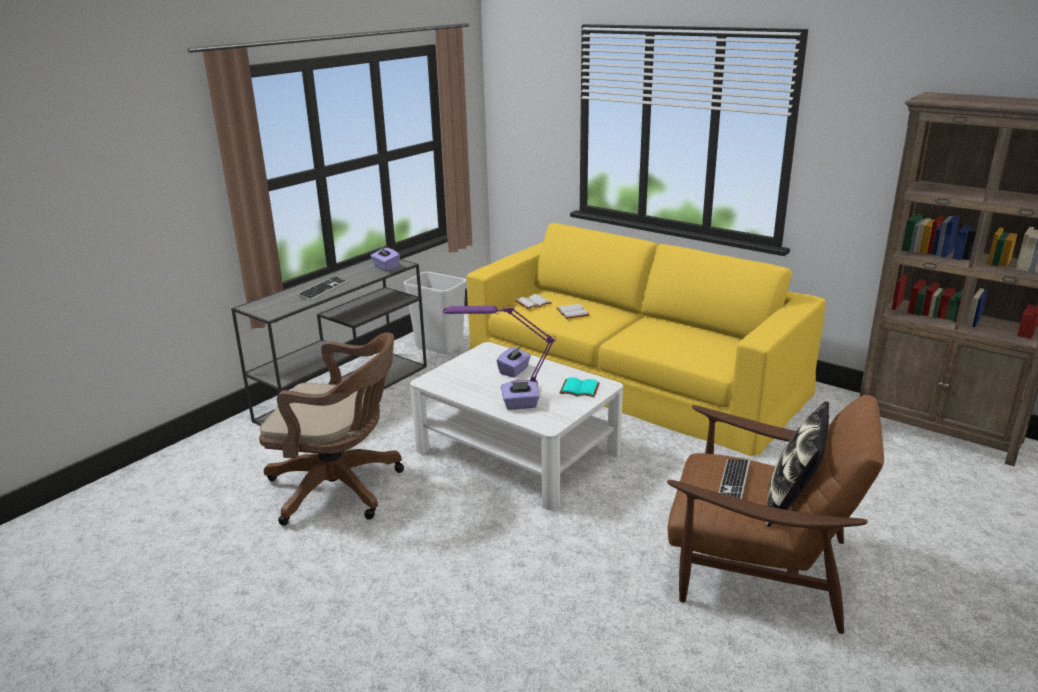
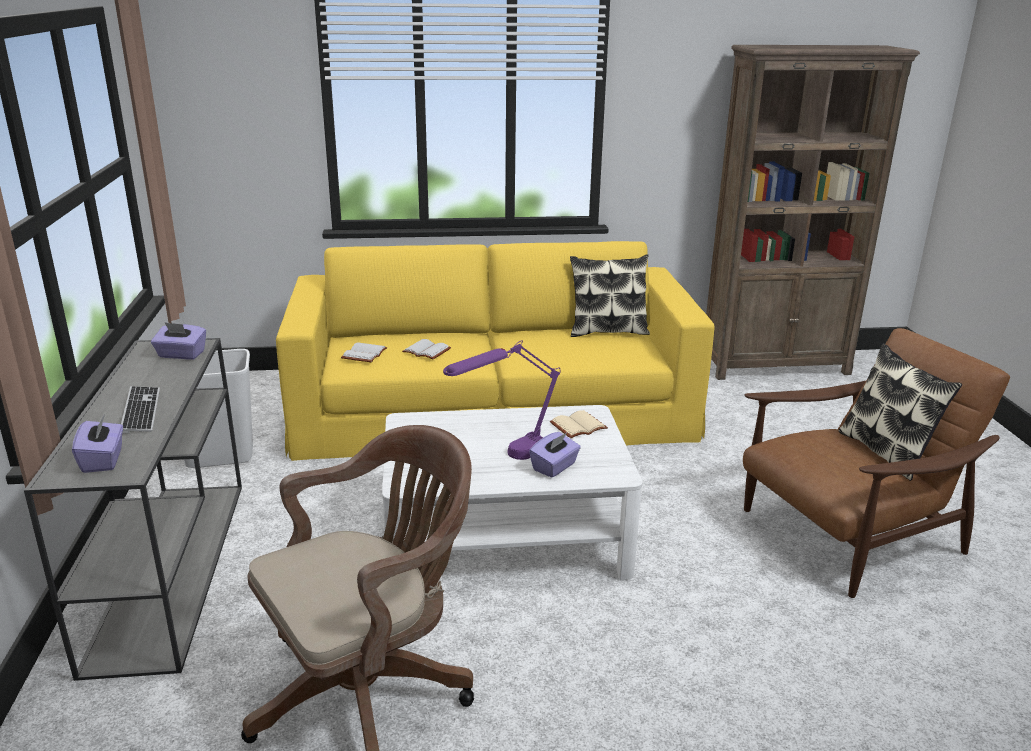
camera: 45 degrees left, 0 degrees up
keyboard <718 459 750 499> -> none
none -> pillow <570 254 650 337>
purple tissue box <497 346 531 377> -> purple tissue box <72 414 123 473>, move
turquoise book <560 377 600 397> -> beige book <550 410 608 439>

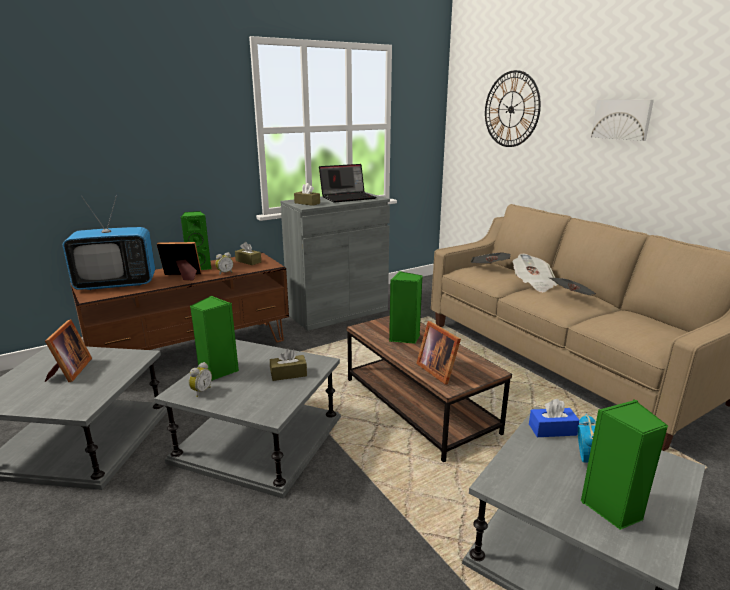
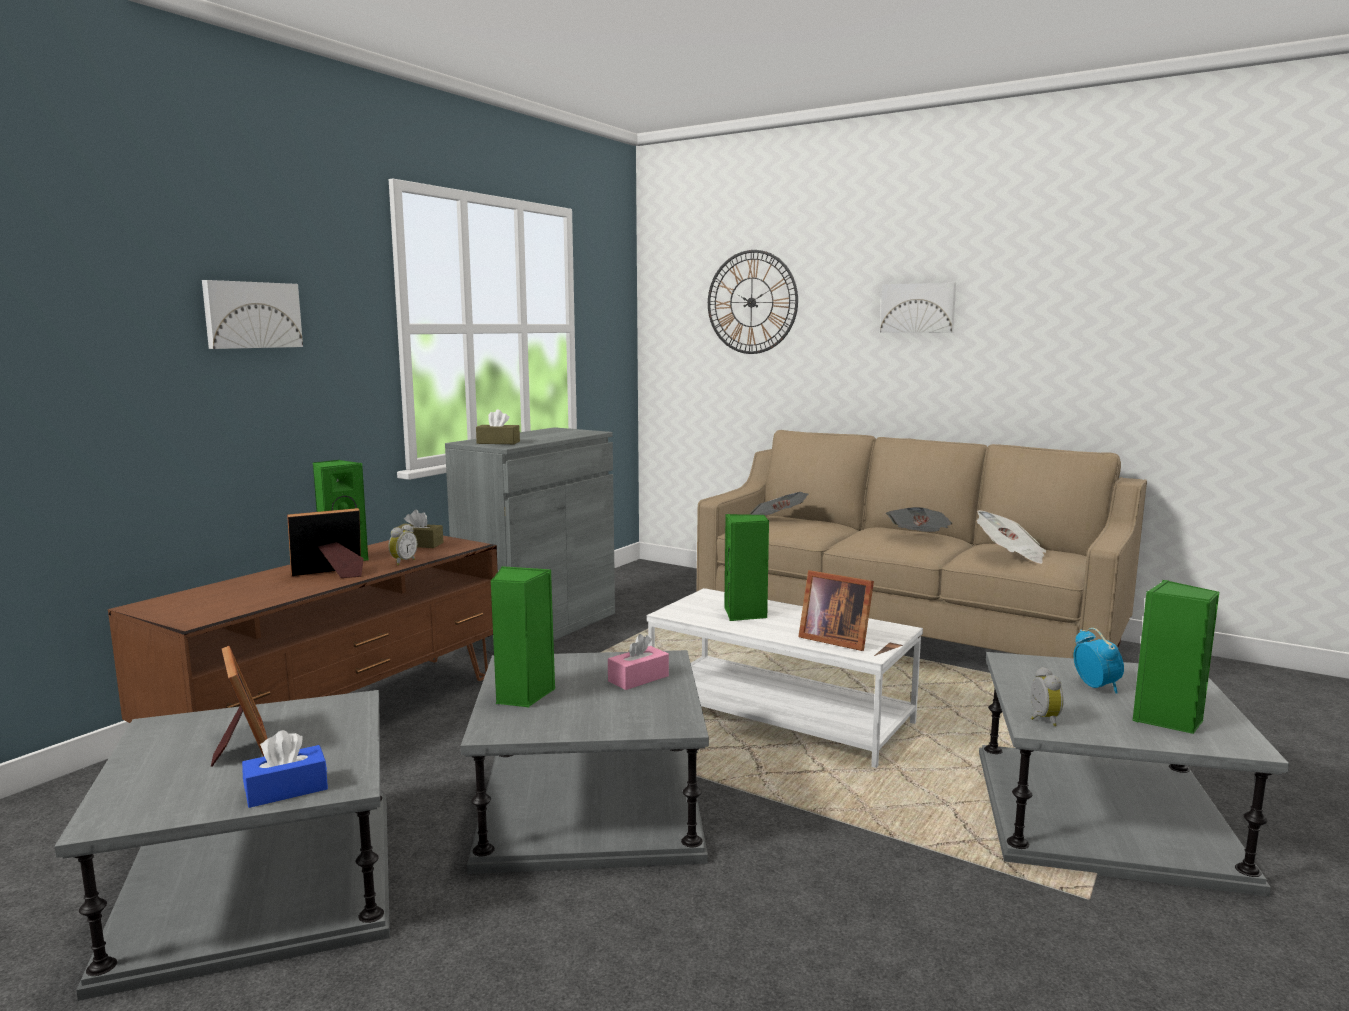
camera: 25 degrees left, 10 degrees down
television <63 194 155 290> -> none
laptop <319 164 376 202> -> none
none -> picture <202 280 303 349>
alarm clock <189 362 212 397> -> alarm clock <1031 667 1064 726>, move
newspaper <513 254 558 293> -> newspaper <977 510 1046 564>, move
blue tissue box <529 399 579 437> -> blue tissue box <242 730 328 808>, move
brown tissue box <270 349 307 381> -> pink tissue box <608 634 669 690>
brown coffee table <347 316 512 462> -> white coffee table <647 588 923 768>

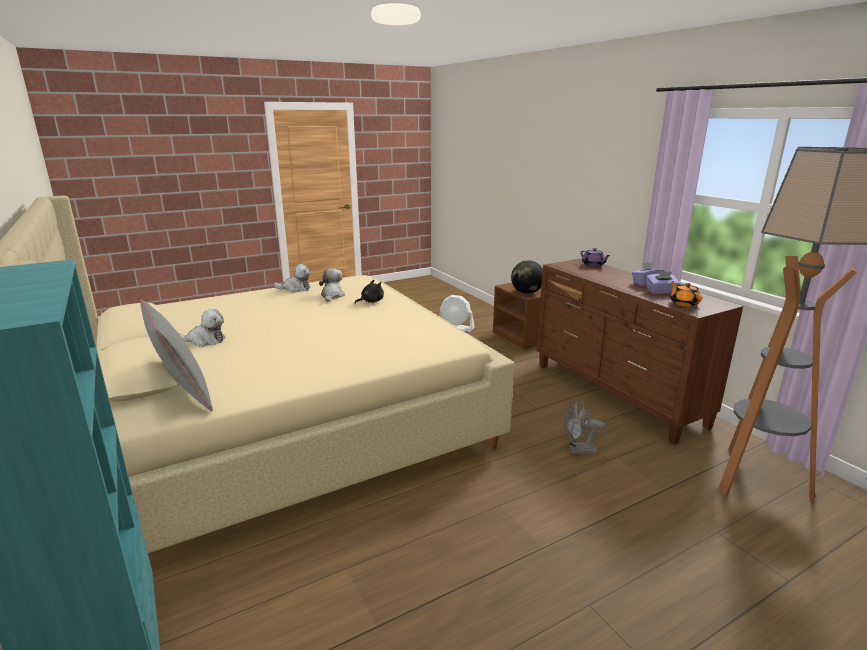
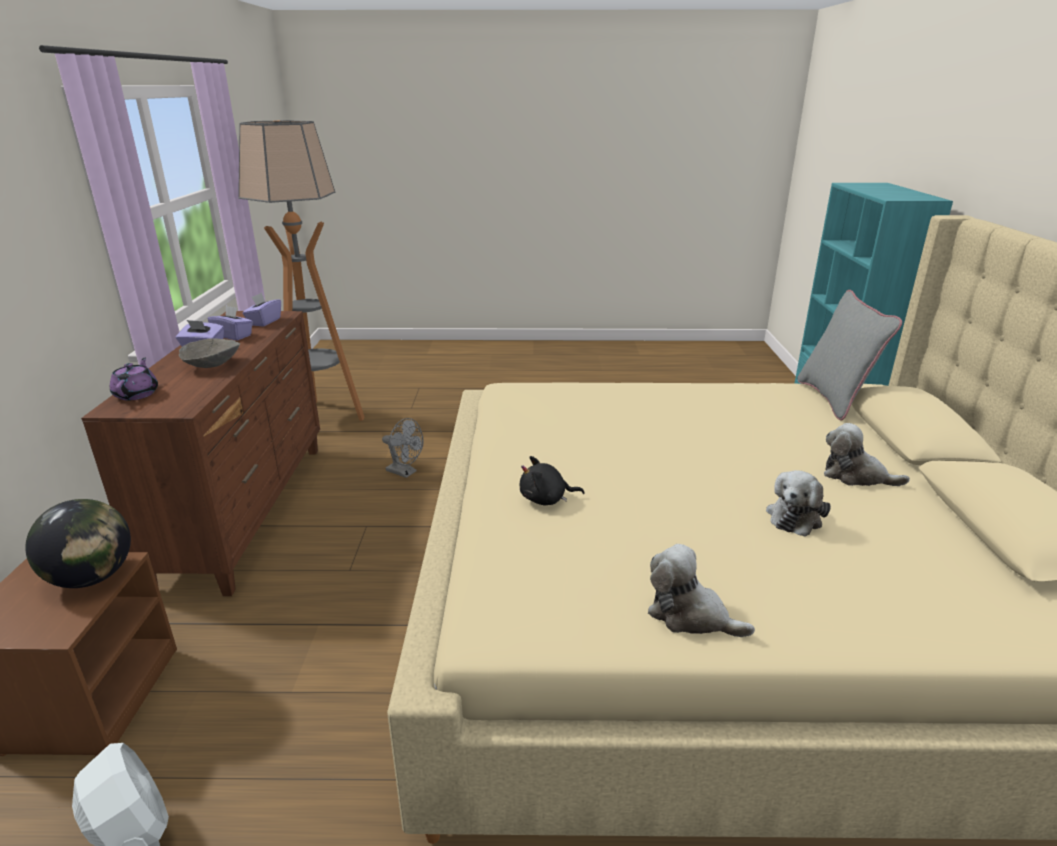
camera: 150 degrees left, 5 degrees up
none -> grey bowl <179 338 240 368>
plush toy <319 268 345 302> -> plush toy <766 470 831 537>, move
orange teapot <670 281 702 307> -> purple tissue box <242 293 281 327>

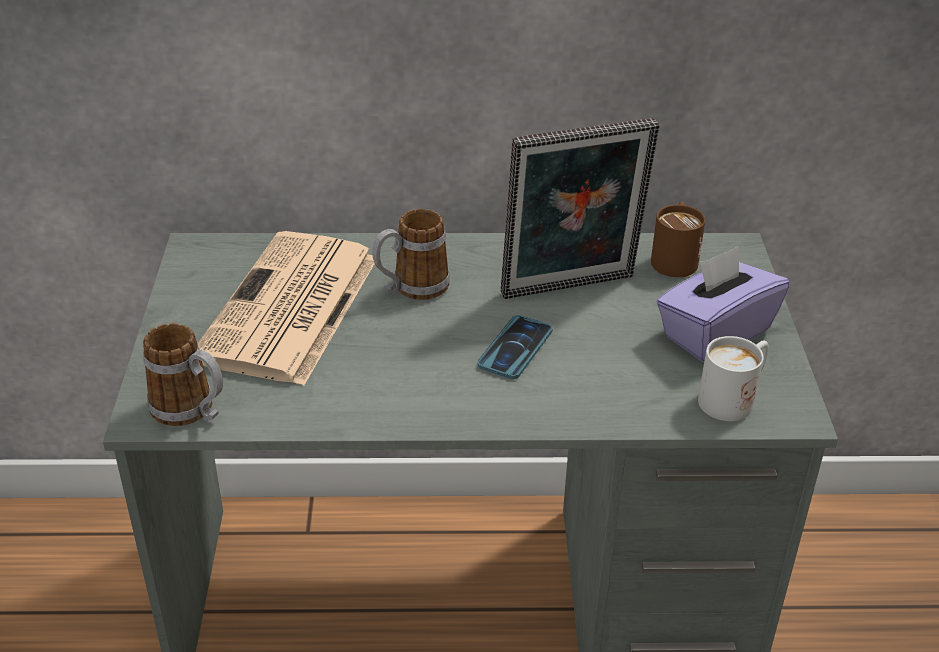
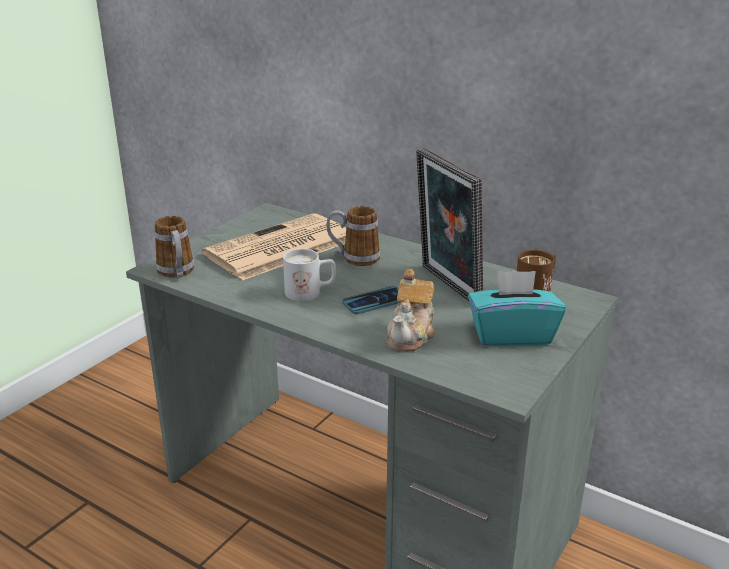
camera: 35 degrees right, 10 degrees down
none -> teapot <387 269 436 352>
white mug <698 336 768 421> -> white mug <283 249 336 301>, move
purple tissue box <656 246 789 363> -> turquoise tissue box <468 271 566 346>
picture frame <501 118 660 299> -> picture frame <416 148 483 301>, 45 degrees clockwise

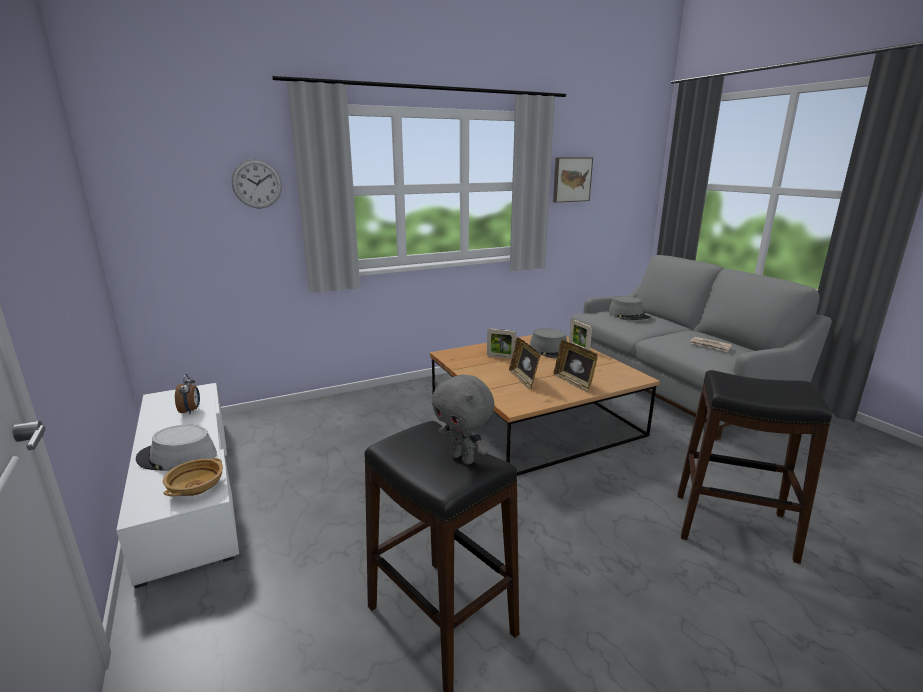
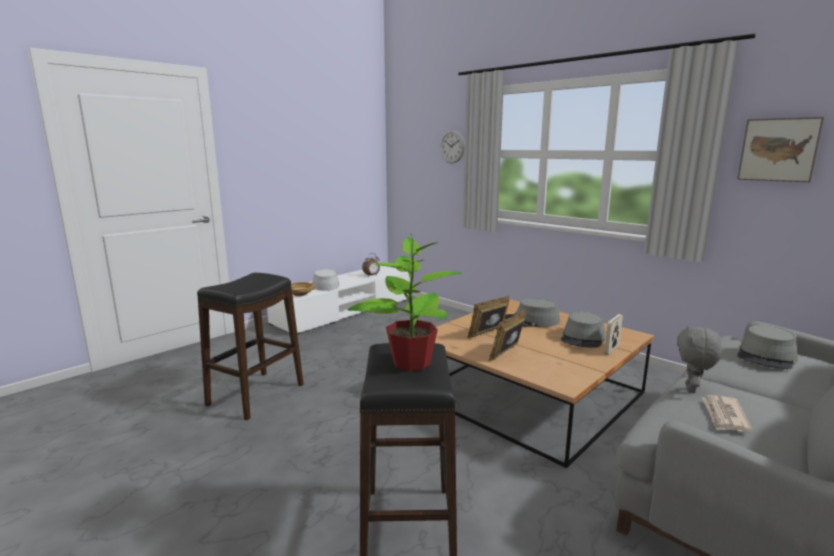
camera: 70 degrees right, 5 degrees down
none -> potted plant <348 234 462 371>
grey plush toy <432 374 495 465> -> grey plush toy <677 325 722 393>, move
picture frame <487 329 516 359> -> grey hat <505 299 560 327>

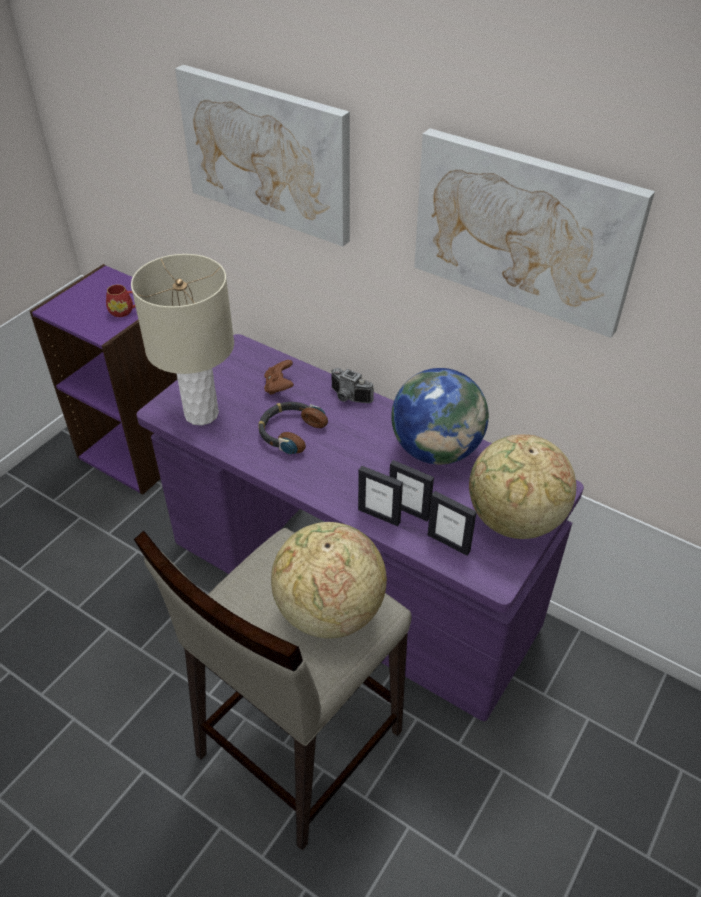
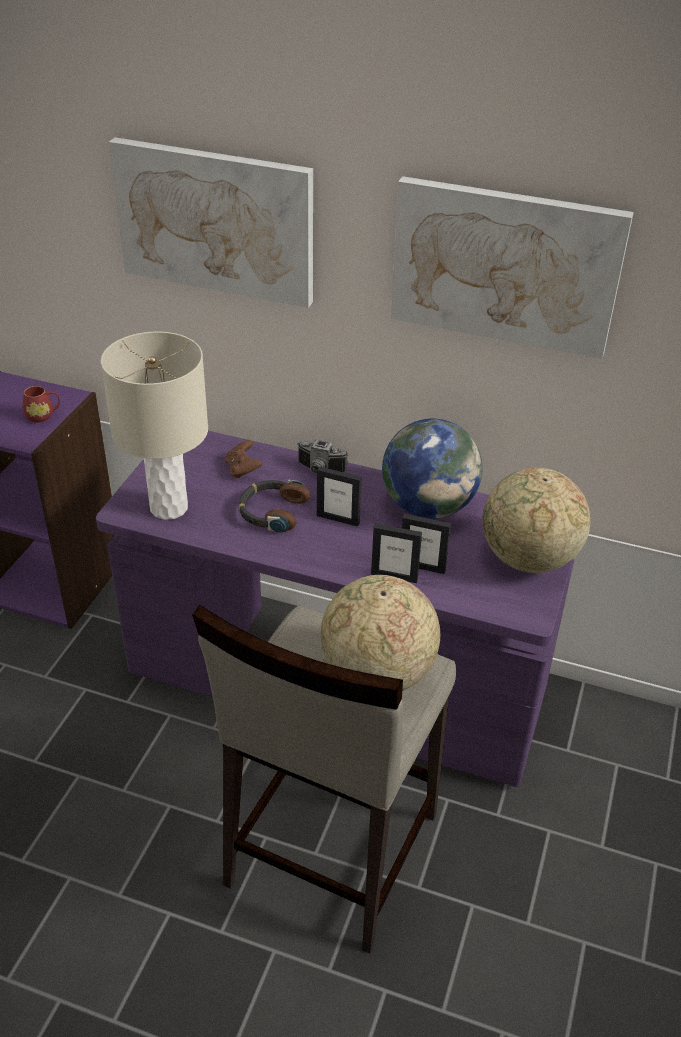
camera: 15 degrees left, 5 degrees down
picture frame <428 491 477 555> -> picture frame <317 466 361 527>, move

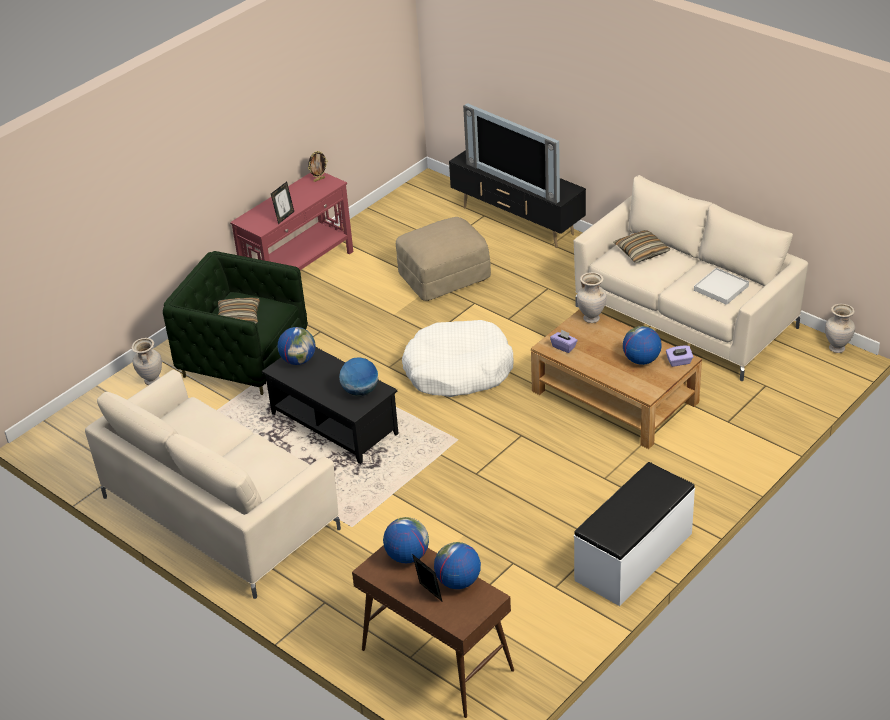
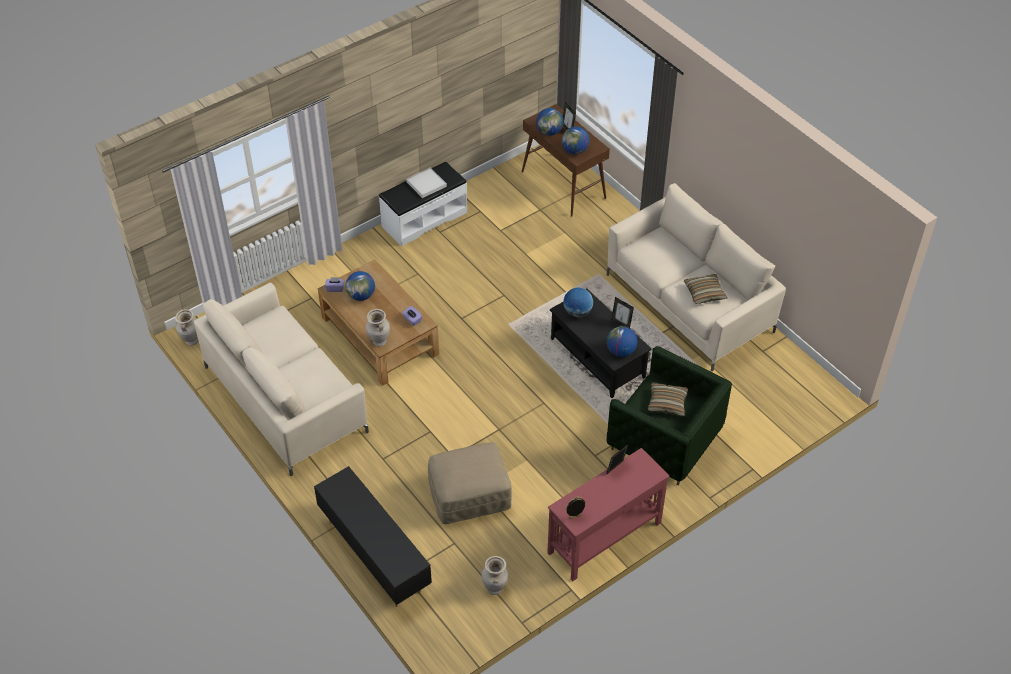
camera: 170 degrees left, 10 degrees up
white dog bed <402 320 514 397> -> none
television <463 103 560 204> -> none
none -> picture frame <611 297 634 328>
beige vase <131 338 162 385> -> beige vase <481 556 508 595>, move
pillow <613 230 670 263> -> pillow <684 274 728 304>, move
white tray <694 268 749 305> -> white tray <406 167 447 198>, move

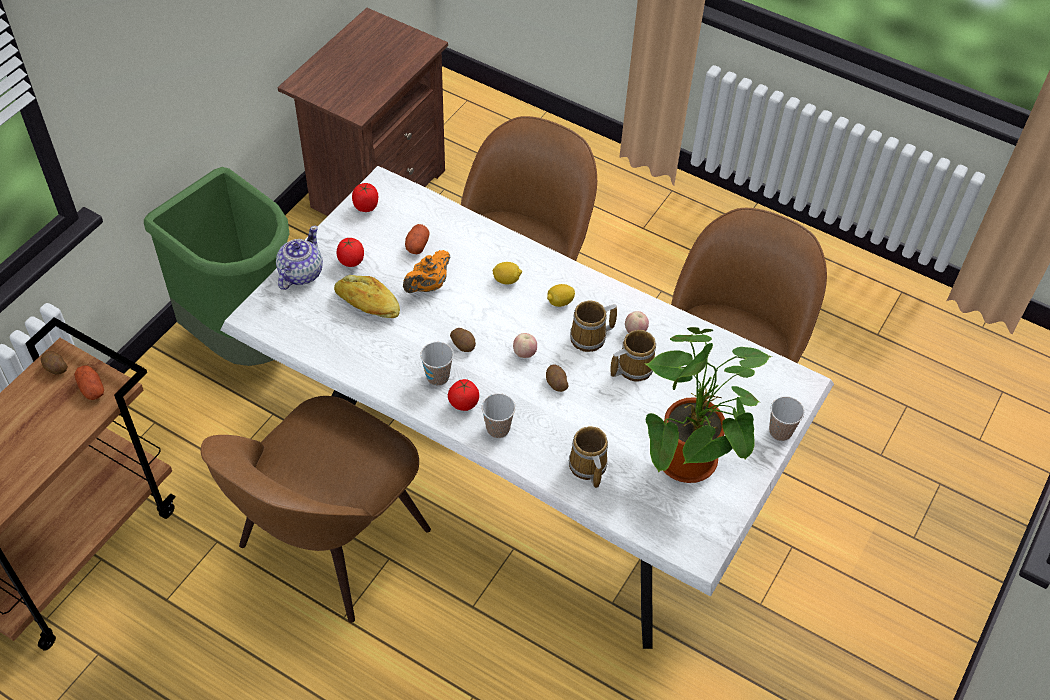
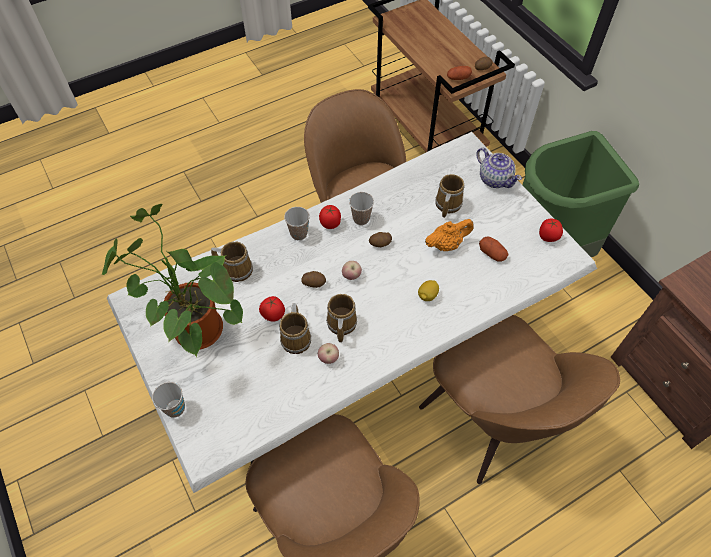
camera: 120 degrees right, 5 degrees up
lemon <547 284 575 307> -> none
tomato <337 238 364 267> -> tomato <259 296 285 322>, move
bread <334 275 400 318> -> mug <436 174 465 218>
orange teapot <403 250 450 293> -> orange teapot <425 219 474 251>, 90 degrees clockwise

